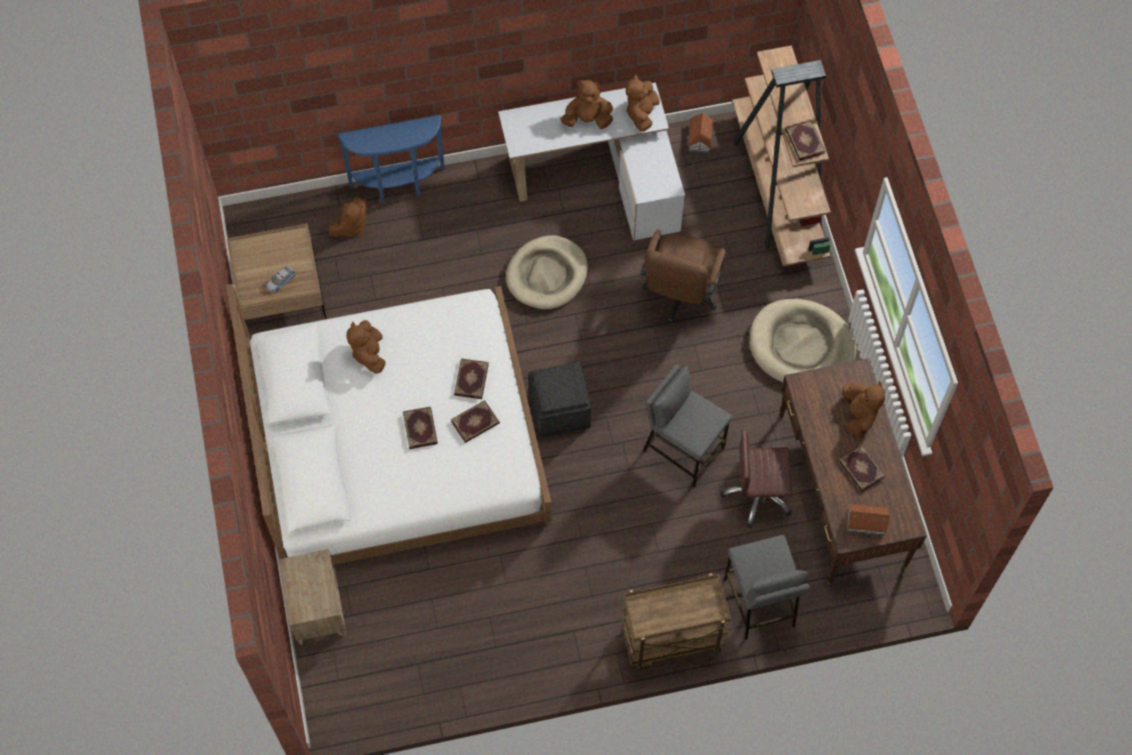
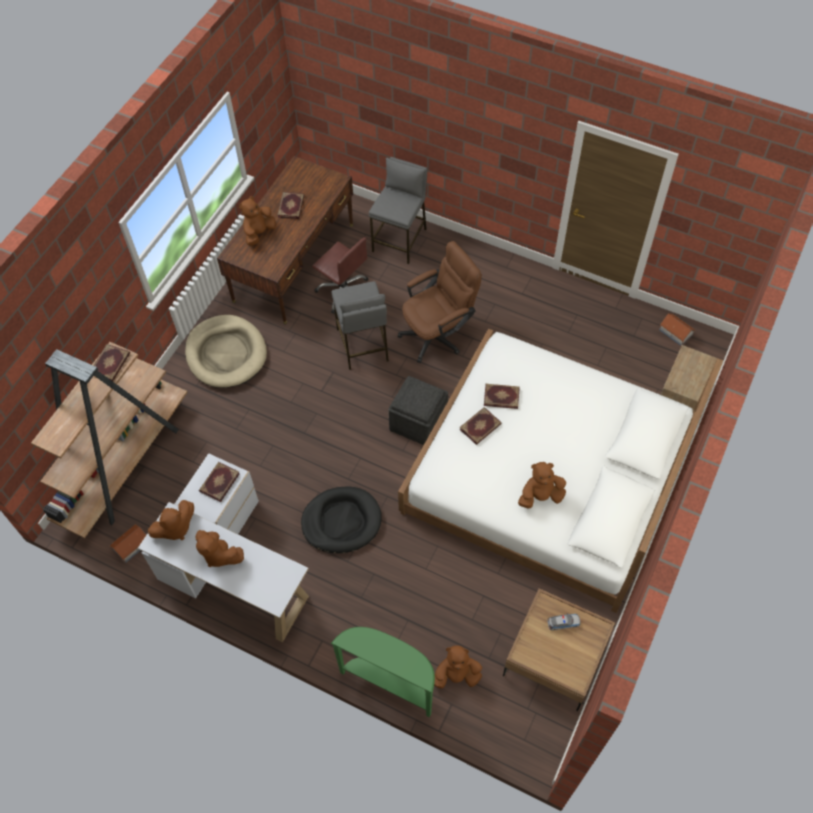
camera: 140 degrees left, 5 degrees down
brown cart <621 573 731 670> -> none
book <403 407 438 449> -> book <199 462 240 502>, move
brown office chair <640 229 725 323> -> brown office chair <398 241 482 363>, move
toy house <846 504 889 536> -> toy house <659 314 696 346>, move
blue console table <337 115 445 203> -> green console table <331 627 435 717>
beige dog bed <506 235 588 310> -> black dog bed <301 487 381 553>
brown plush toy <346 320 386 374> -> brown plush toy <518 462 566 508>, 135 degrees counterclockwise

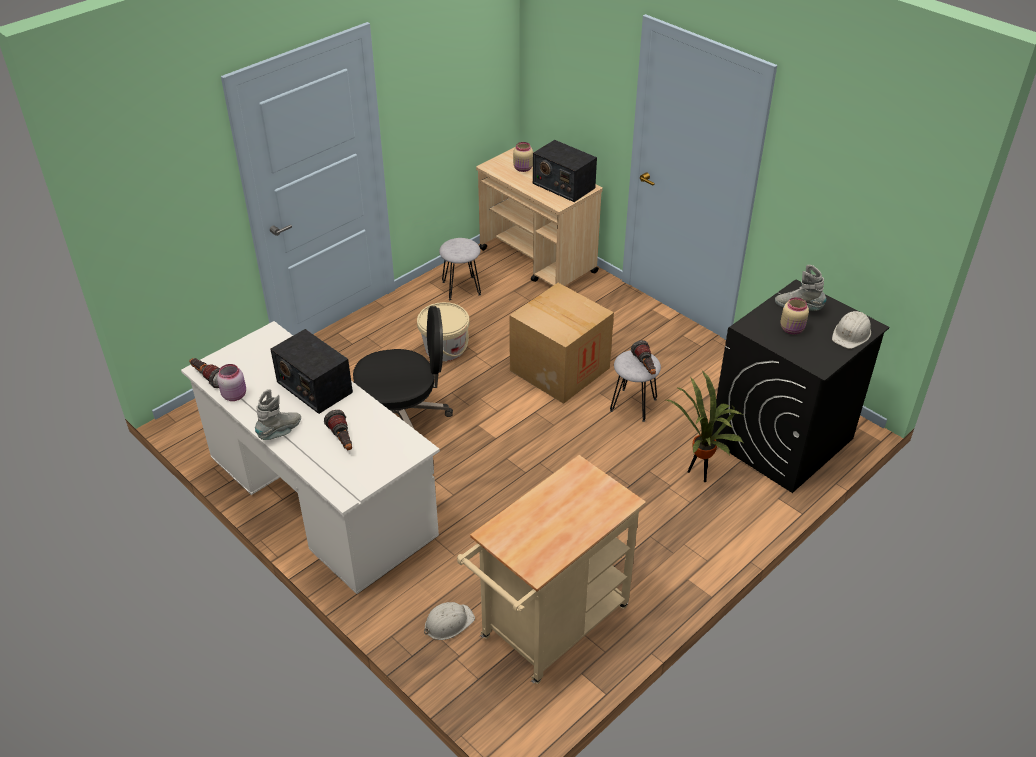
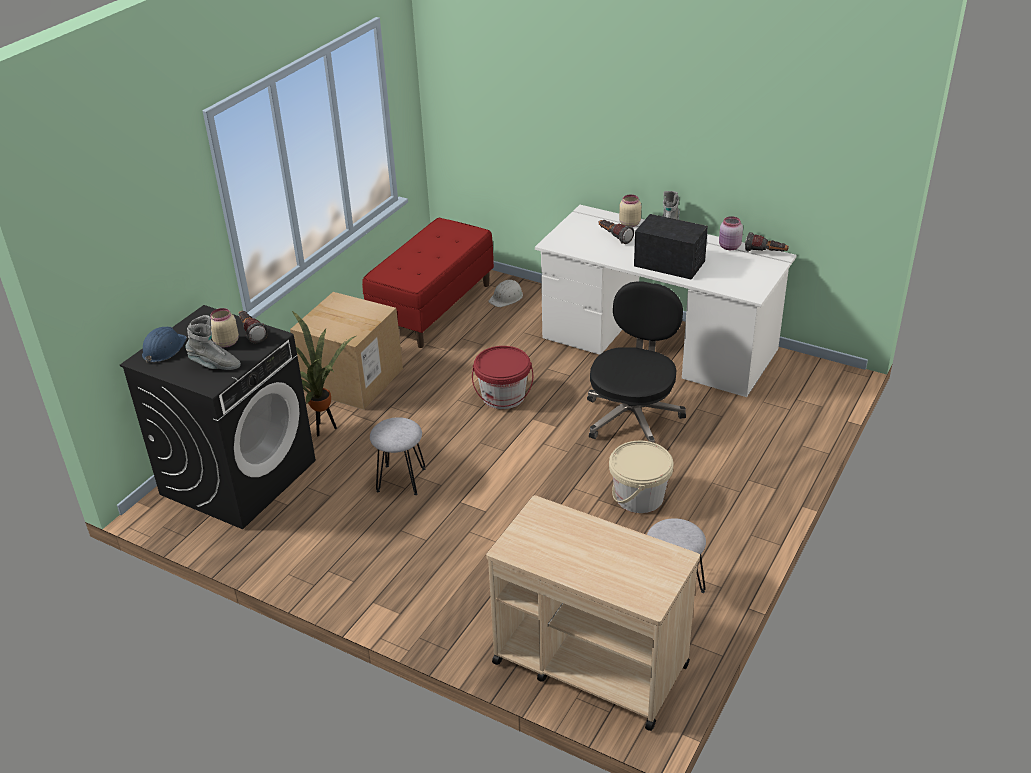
camera: 165 degrees right, 5 degrees down
radio <533 140 597 202> -> none
none -> red bucket <472 346 533 409>
cardboard box <509 283 614 404> -> cardboard box <290 292 403 410>, move
beige jar <513 142 533 172> -> beige jar <619 195 641 227>, move
flashlight <631 340 656 375> -> flashlight <239 311 268 343>, move
beige cart <457 455 646 684> -> red bench <362 218 494 348>
white hard hat <832 311 871 349> -> blue hard hat <142 327 187 363>
black office chair <353 306 453 429> -> black office chair <587 281 686 443>, 135 degrees clockwise

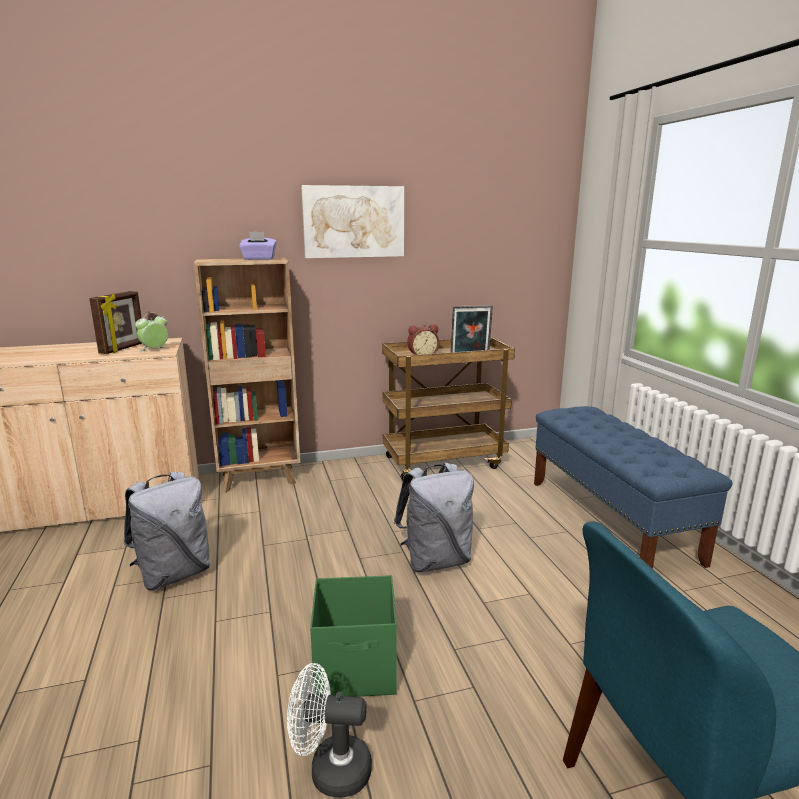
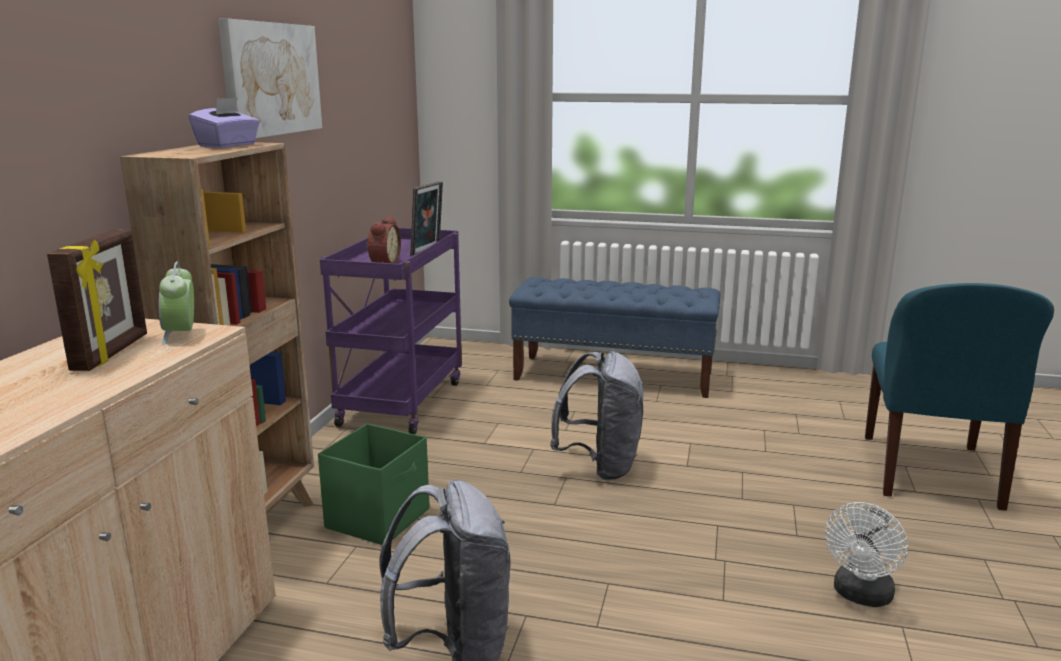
camera: 60 degrees left, 0 degrees up
green storage box <310 575 397 697> -> green storage box <318 424 430 545>, move
brown cart <382 337 515 480> -> purple cart <320 228 462 434>
picture frame <89 291 142 354> -> picture frame <47 230 147 371>, 45 degrees clockwise

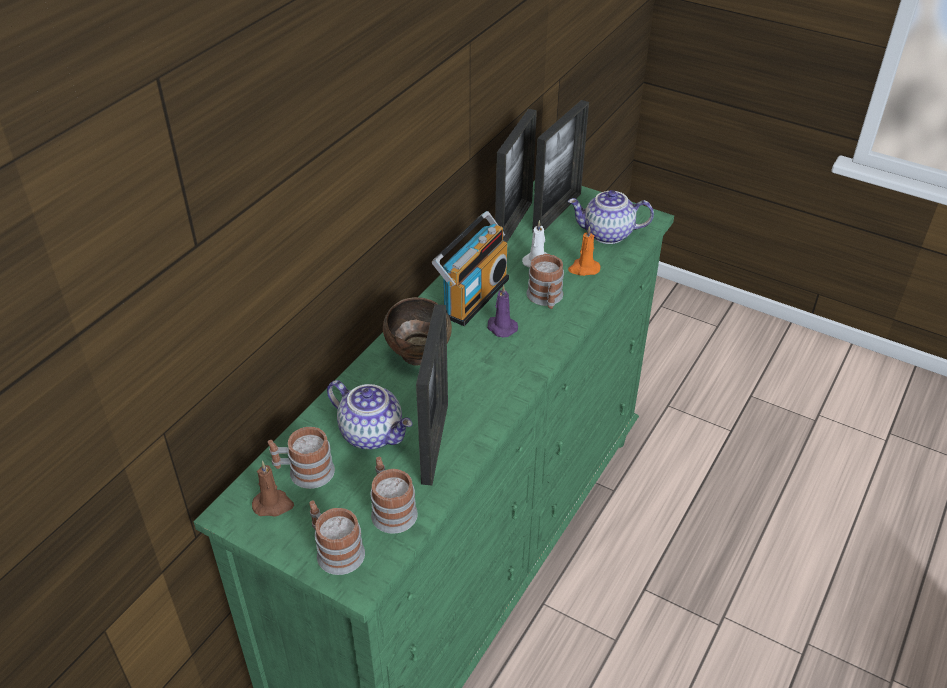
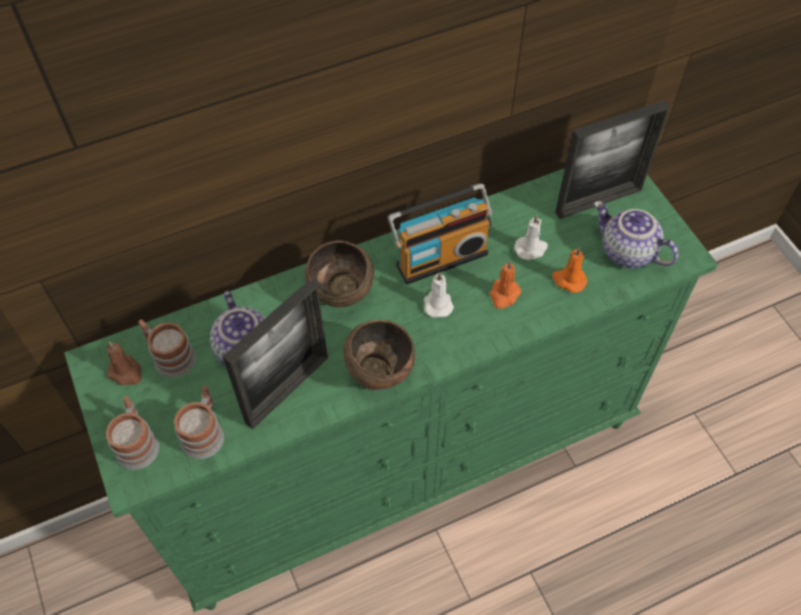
camera: 35 degrees right, 15 degrees up
picture frame <495 109 537 242> -> none
none -> brown bowl <344 320 415 390>
mug <527 254 564 309> -> orange candle <490 260 521 309>
purple candle <487 284 518 337> -> white candle <424 272 454 318>

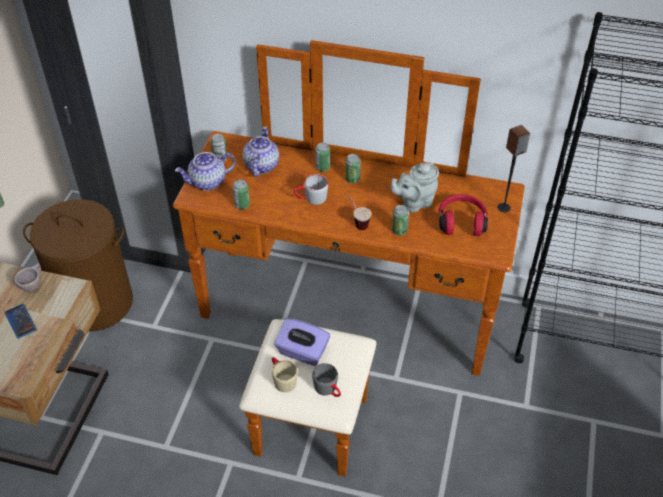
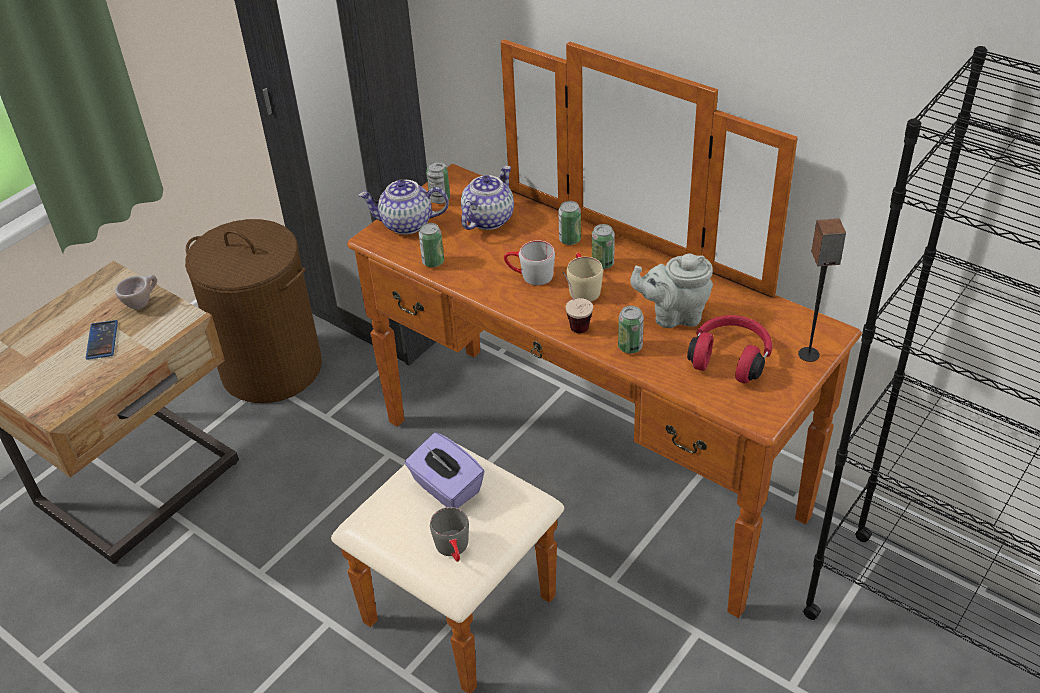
camera: 25 degrees right, 5 degrees down
beige mug <272 357 298 392> -> beige mug <567 253 603 302>, move

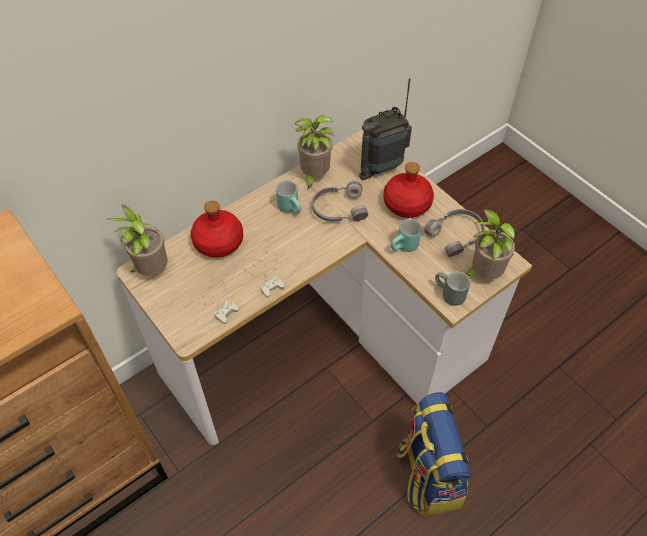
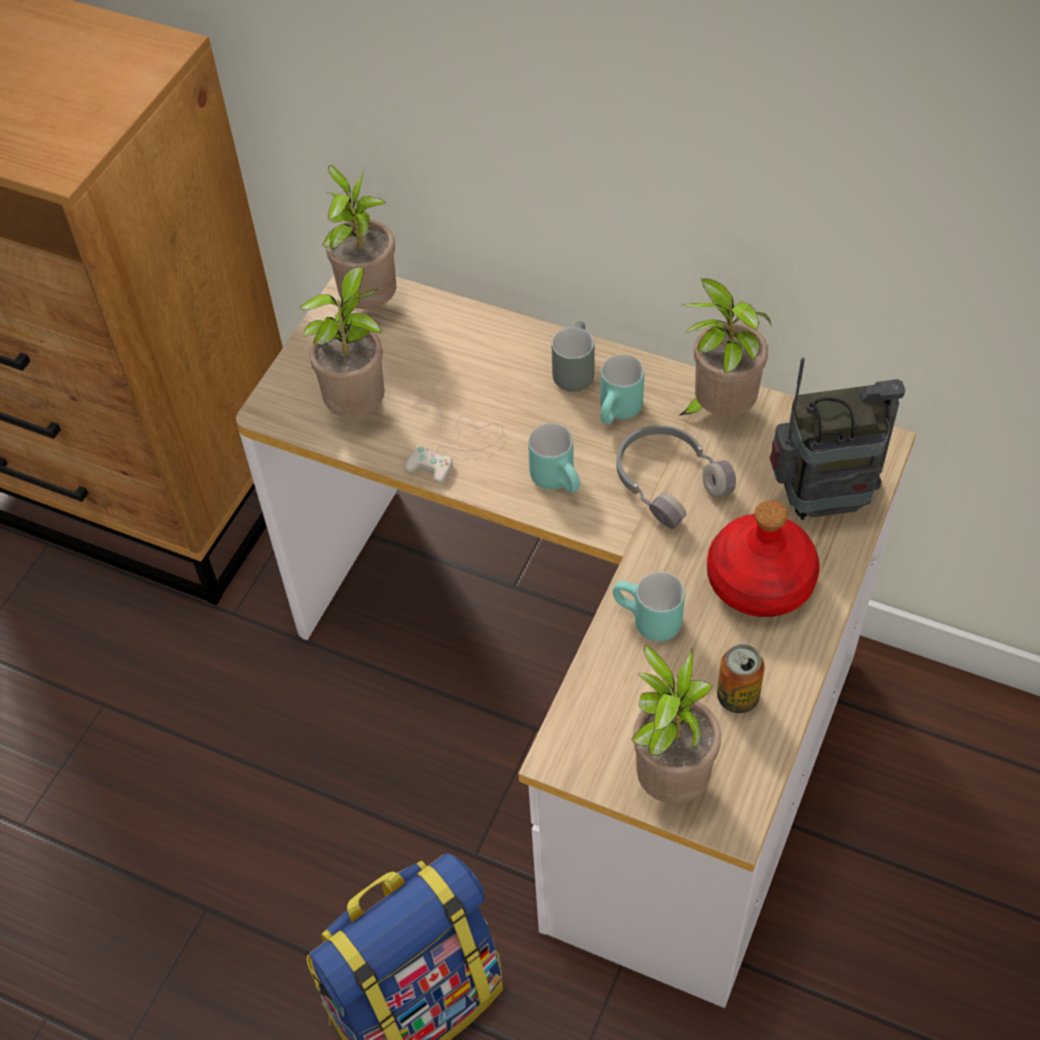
camera: 65 degrees right, 0 degrees up
red bottle <191 201 243 258> -> none
none -> turquoise mug <528 423 580 493>
grey mug <435 272 470 306> -> grey mug <552 321 595 392>, move
white game controller <183 276 240 324> -> potted plant <300 267 385 417>
grey headphones <425 209 484 257> -> can <717 644 765 713>
radio <359 78 412 180> -> radio <770 358 905 520>, 135 degrees clockwise

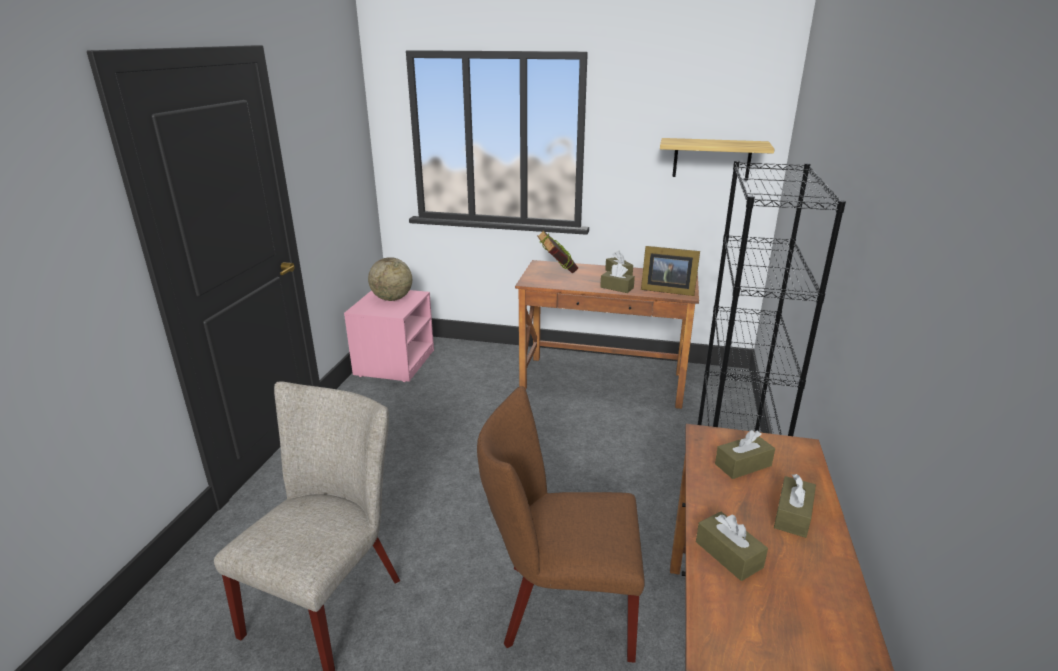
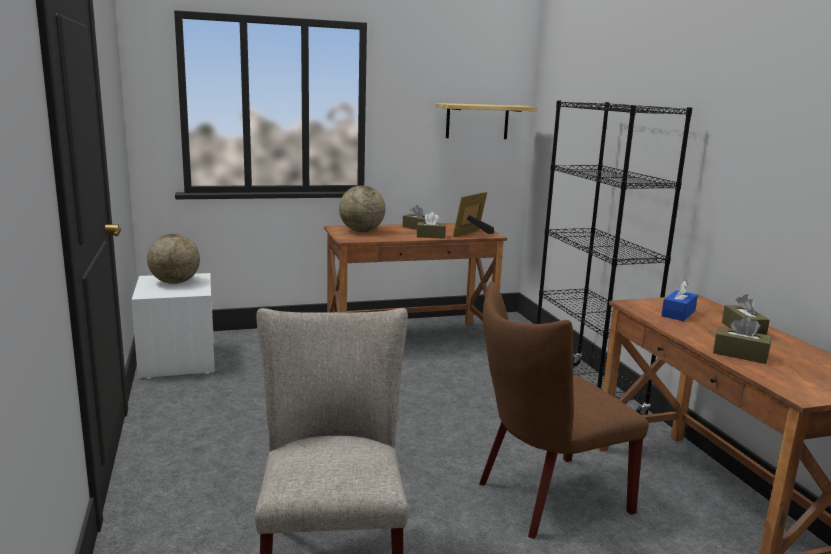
camera: 30 degrees left, 10 degrees down
book <537 230 578 274> -> globe <339 185 385 232>
pink nightstand <344 290 434 382> -> white nightstand <132 273 215 379>
brown tissue box <715 430 775 479> -> blue tissue box <661 280 698 321>
picture frame <641 246 700 296> -> picture frame <453 192 494 237>, 135 degrees clockwise

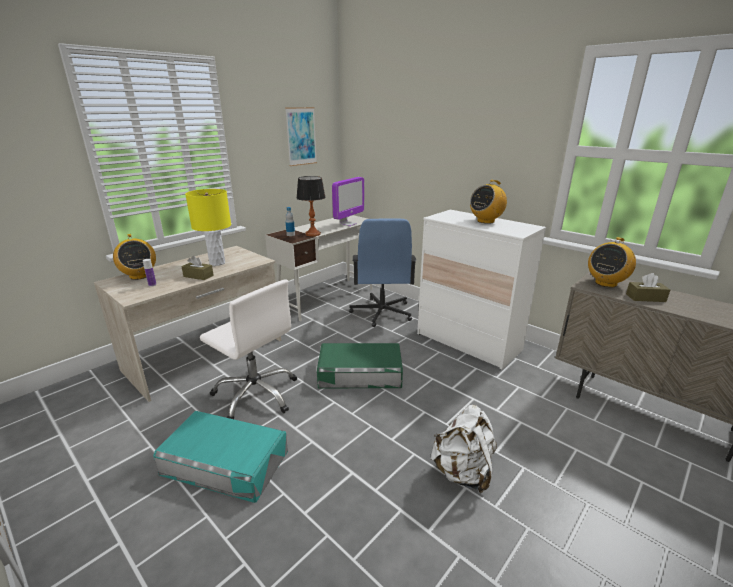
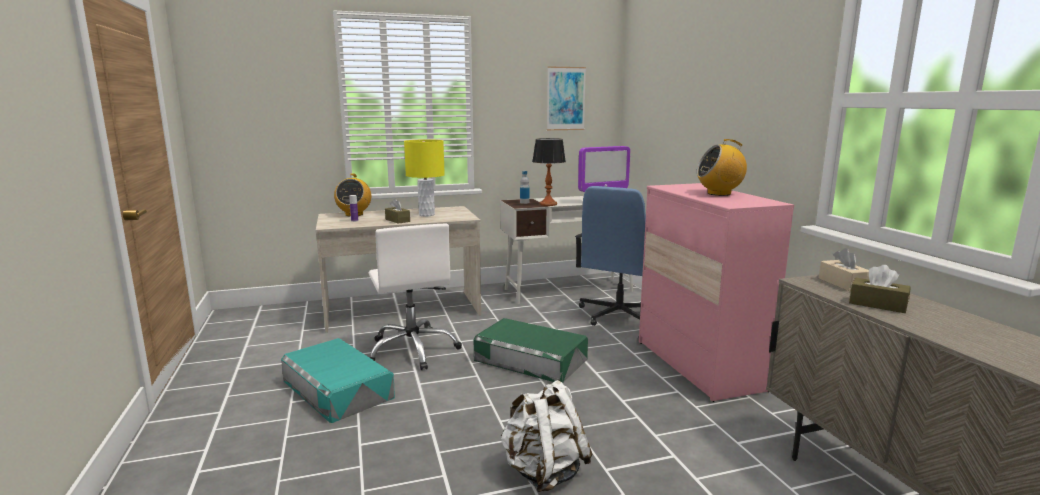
camera: 30 degrees right, 10 degrees down
radio <588 237 636 287> -> beige tissue box <819 248 869 292>
white dresser <417 210 546 370> -> pink dresser <639 183 794 402>

